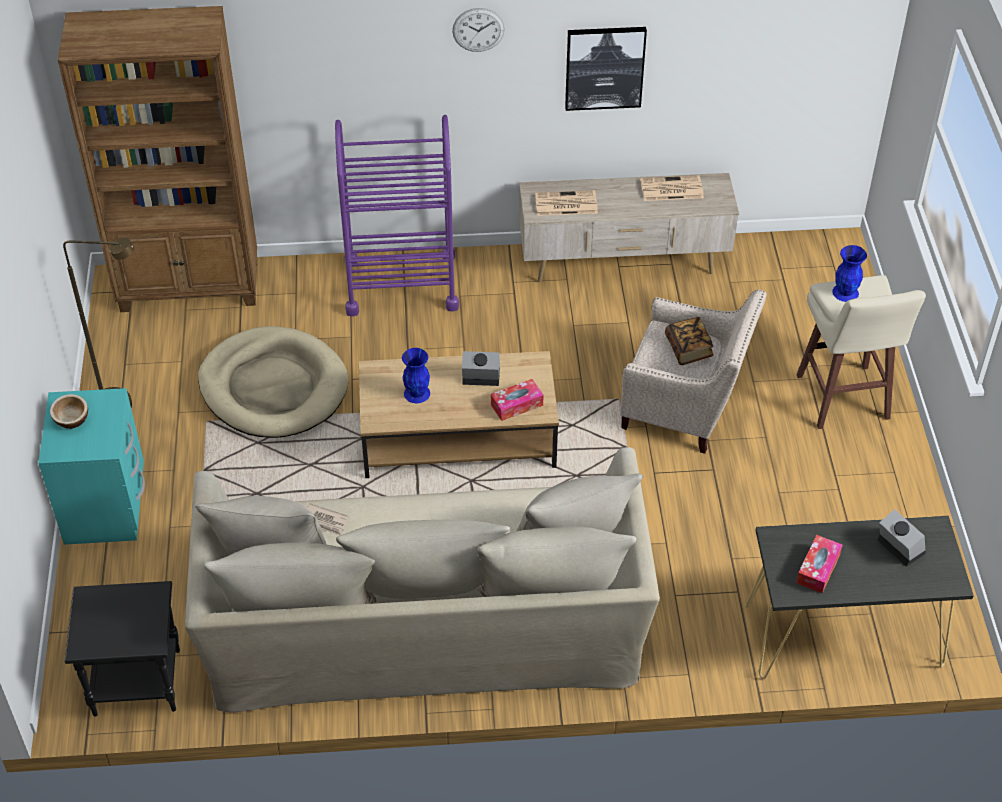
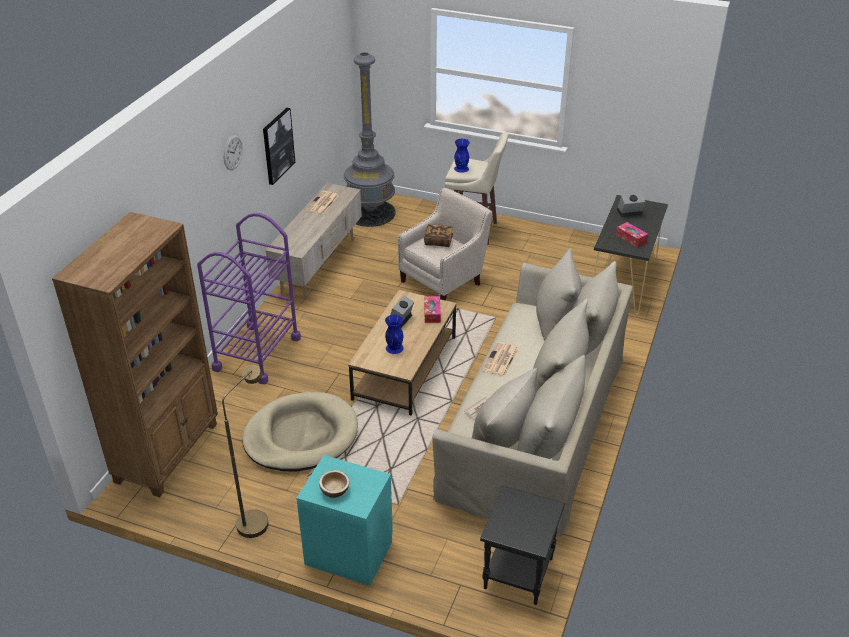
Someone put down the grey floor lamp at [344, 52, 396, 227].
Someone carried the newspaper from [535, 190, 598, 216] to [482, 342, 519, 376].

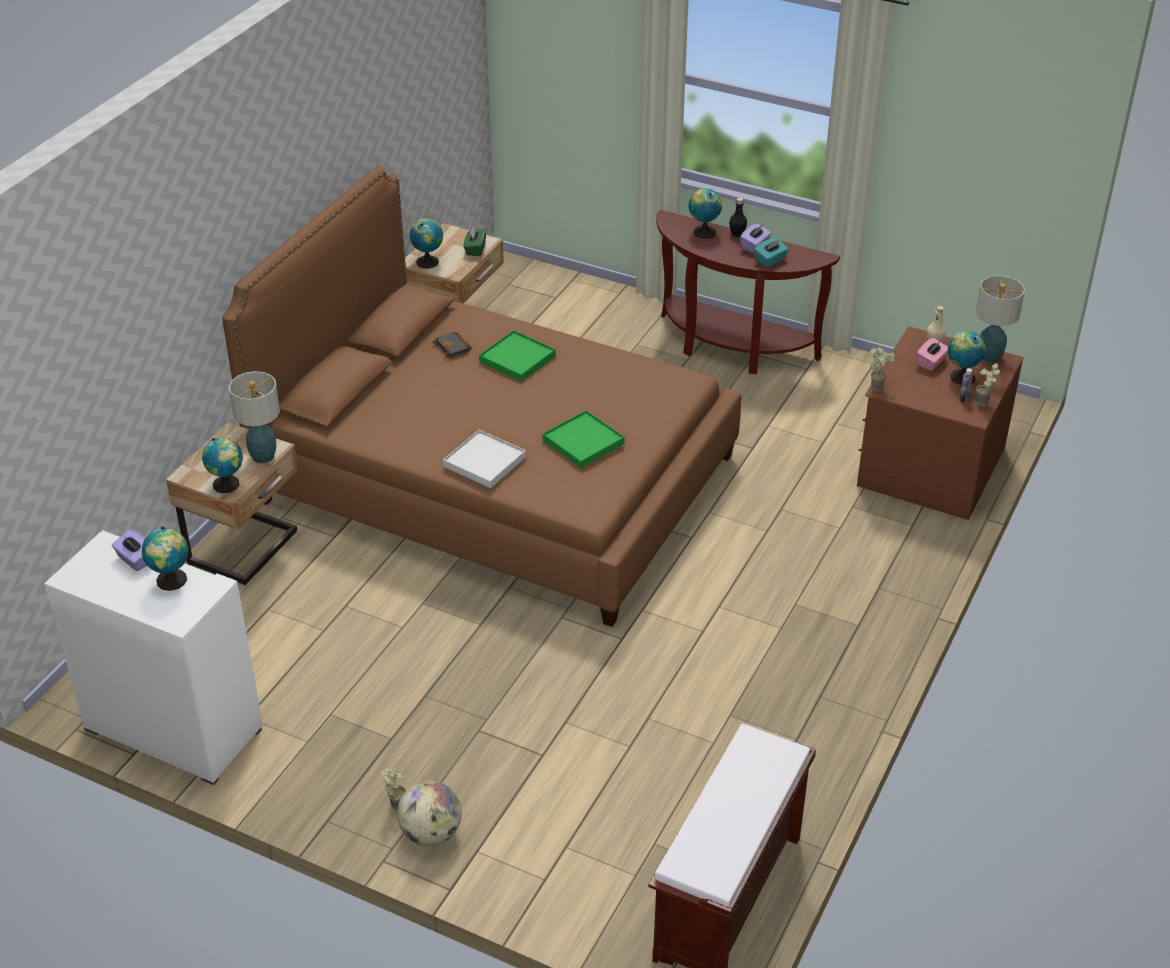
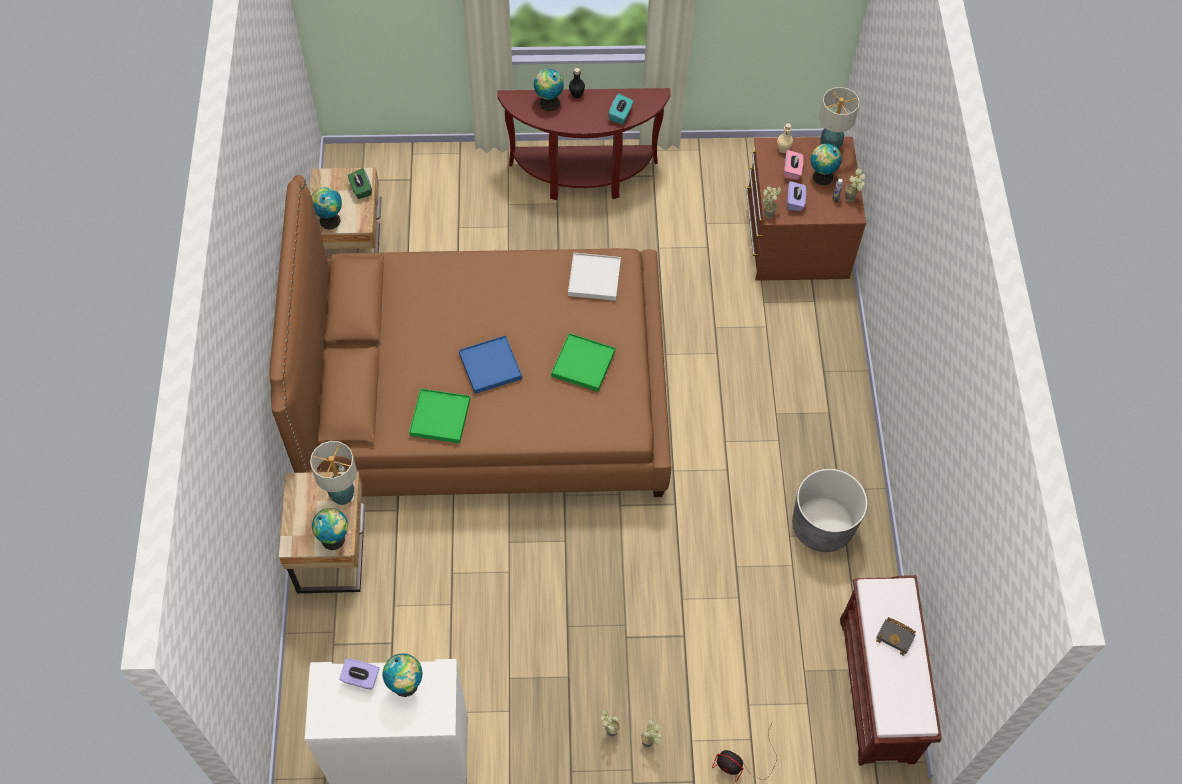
Someone carried the green tray from [479, 330, 556, 382] to [409, 388, 470, 443].
Someone put down the blue tray at [459, 335, 522, 394].
Someone carried the white tray from [443, 430, 526, 488] to [568, 253, 621, 301].
Someone swapped the globe at [397, 781, 462, 846] for the potted plant at [641, 719, 661, 747].
Someone put down the fan at [712, 722, 777, 782].
Someone carried the purple tissue box from [740, 223, 771, 253] to [787, 181, 806, 211].
Someone put down the grey planter at [792, 469, 868, 552].
Someone carried the black book from [433, 332, 472, 358] to [876, 617, 916, 656].

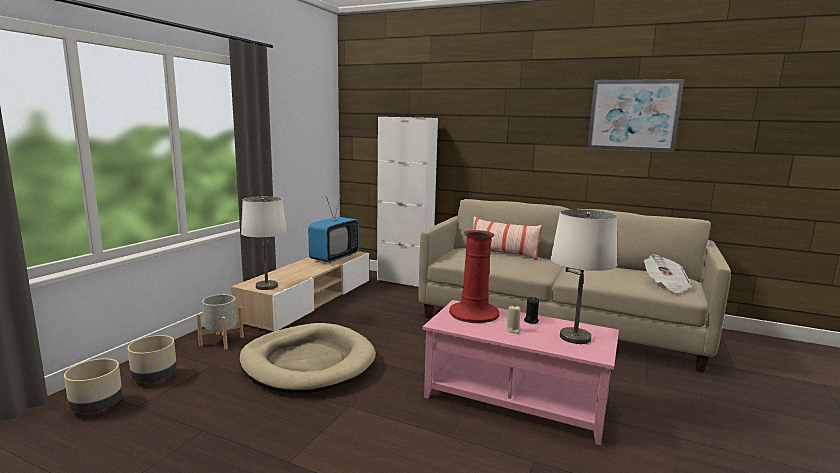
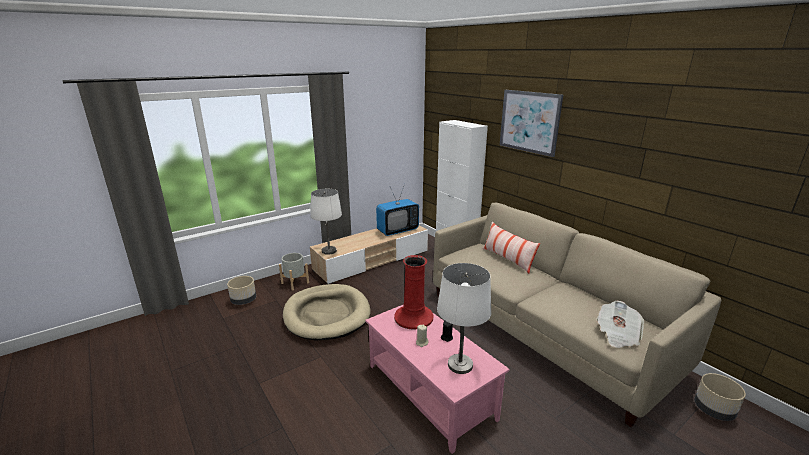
Someone carried the picture from [587, 79, 684, 152] to [500, 90, 563, 157].
Someone carried the beige planter from [64, 358, 123, 413] to [694, 373, 746, 421].

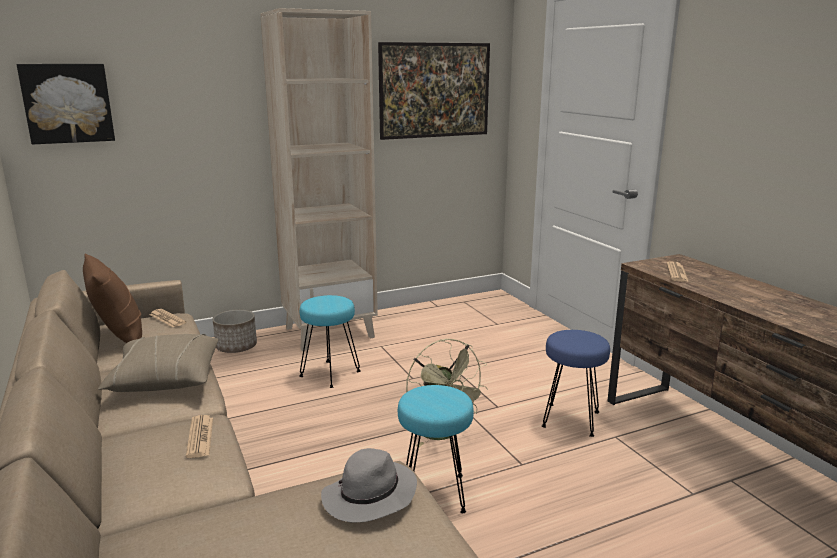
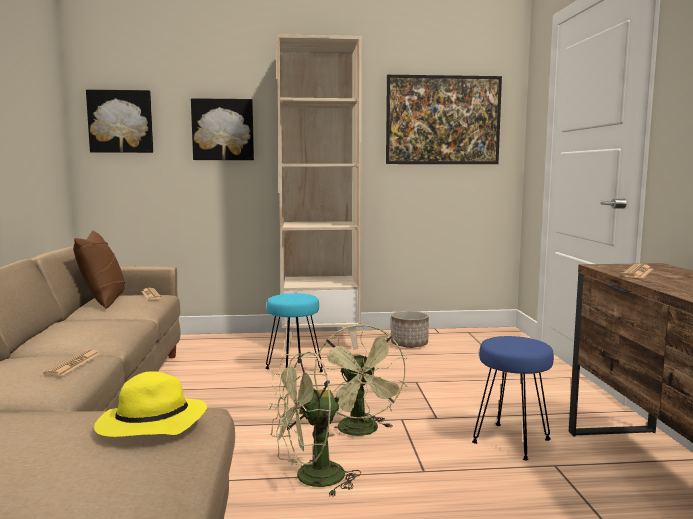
Someone repainted the grey hat at [321, 448, 417, 523], which became the yellow hat at [94, 371, 207, 437].
Someone put up the picture at [191, 98, 254, 160].
Someone swapped the turquoise stool at [398, 385, 474, 513] for the green fan at [268, 351, 361, 497].
Someone carried the planter from [213, 310, 257, 353] to [391, 311, 429, 348].
Someone took away the beige pillow at [98, 334, 218, 392].

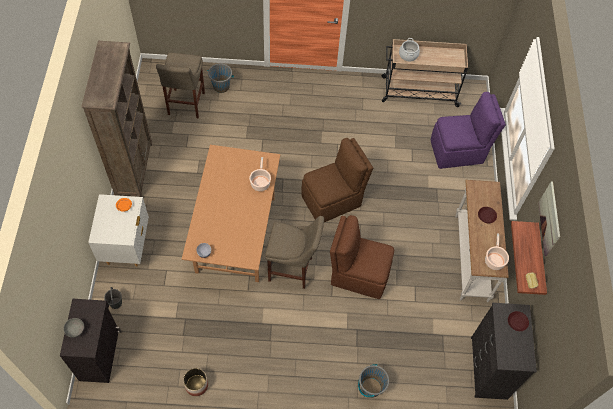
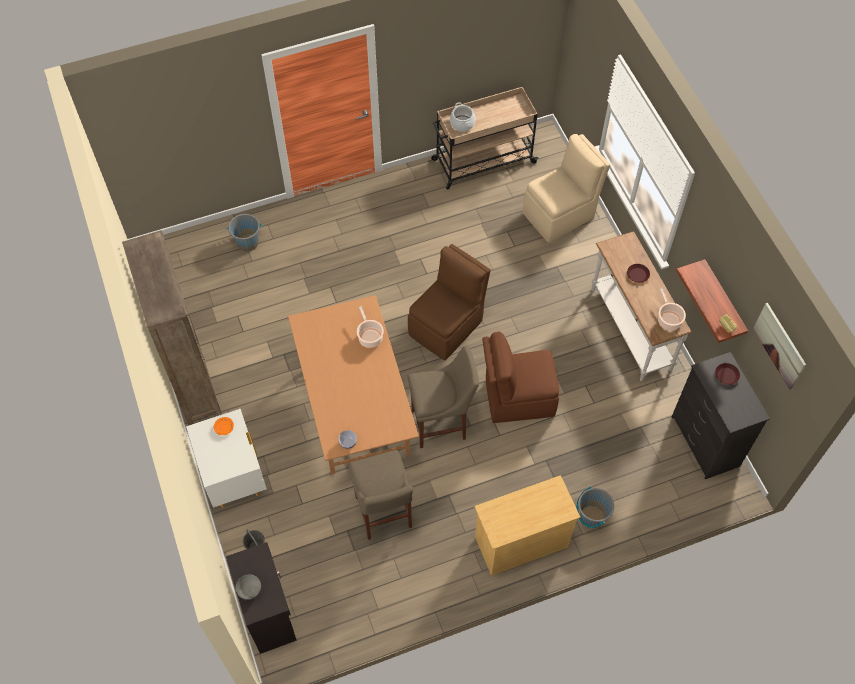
Someone carried the beige stool from [156, 53, 205, 119] to [349, 450, 413, 540].
Someone put down the beige dresser at [474, 475, 580, 576].
Someone repainted the purple chair at [431, 92, 506, 169], which became the beige chair at [523, 134, 610, 242].
Someone carried the picture from [538, 182, 560, 256] to [753, 303, 806, 389].
Someone took away the planter at [183, 368, 208, 396].

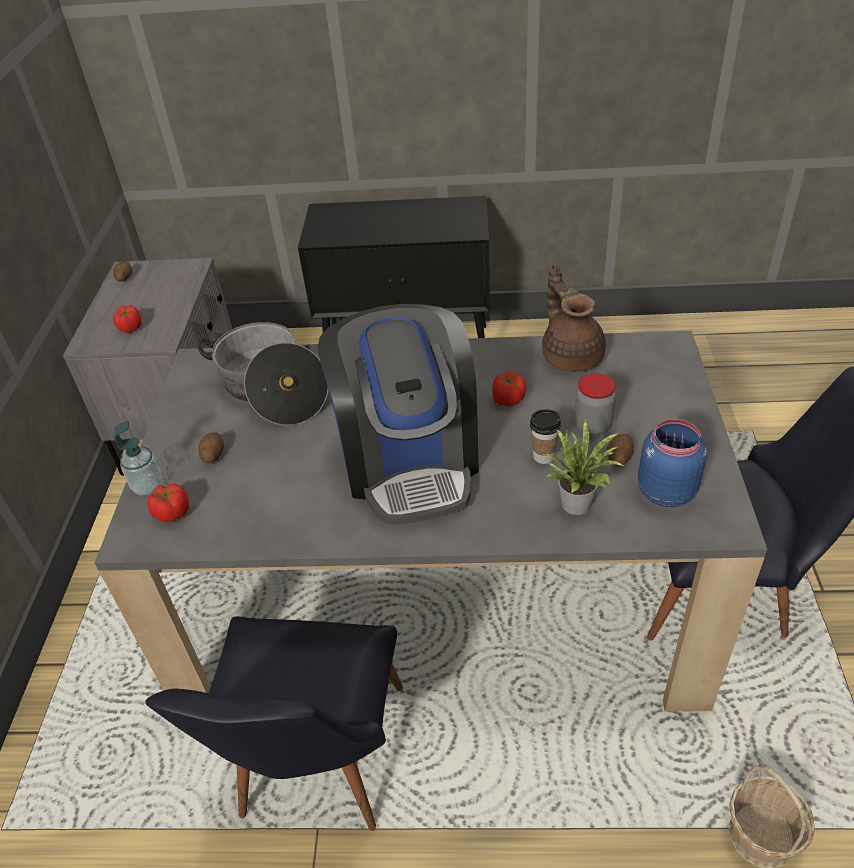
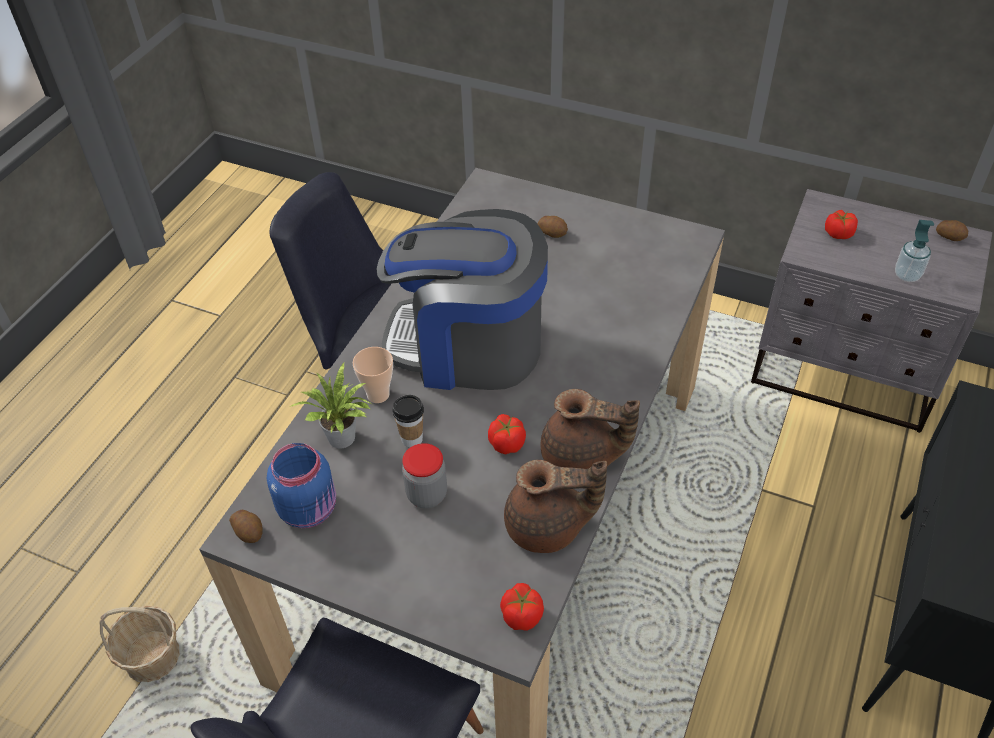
Someone carried the potato from [607, 434, 634, 466] to [229, 510, 263, 543].
Someone put down the cup at [353, 347, 393, 403].
Someone carried the tomato from [147, 484, 189, 522] to [500, 583, 544, 631].
Someone put down the brown teapot at [541, 389, 640, 469].
Someone carried the soap dispenser from [114, 420, 163, 495] to [895, 220, 934, 282].
Someone took away the cooking pot at [198, 322, 328, 426].

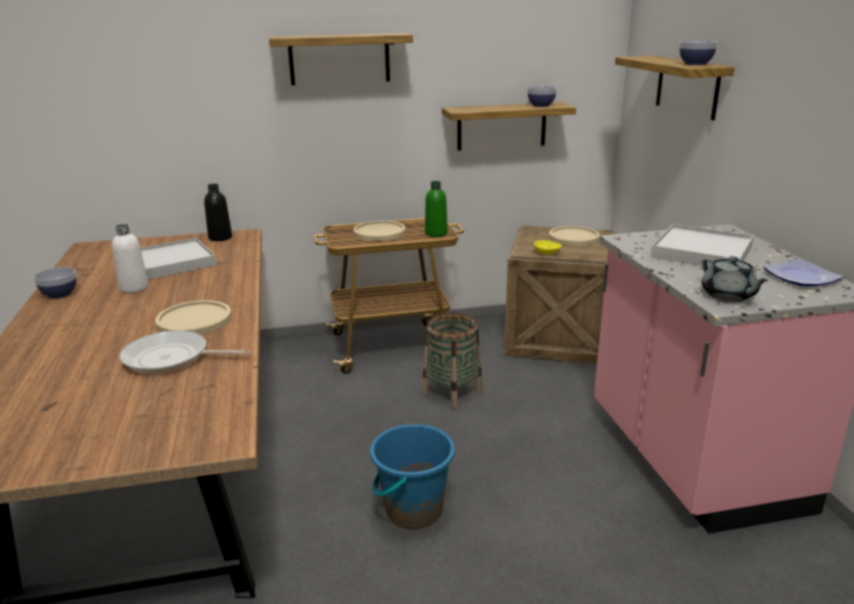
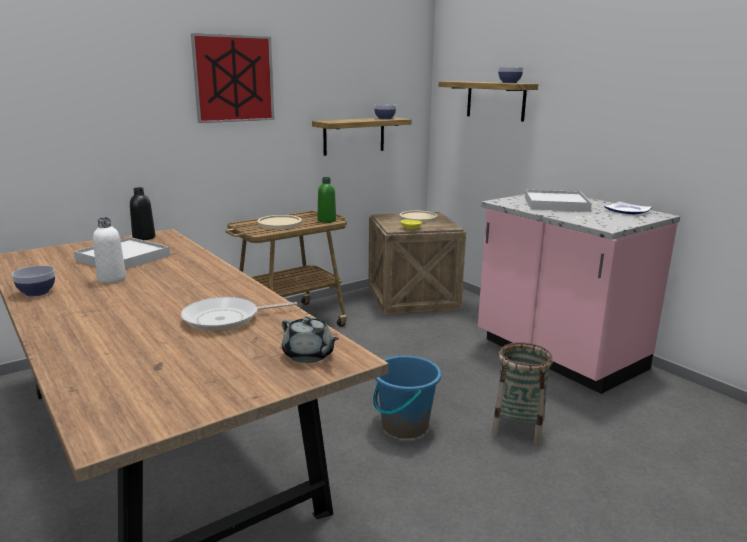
Someone swapped the shelf at [269, 33, 413, 85] for the picture at [191, 33, 274, 123].
Someone carried the grey teapot from [702, 256, 769, 302] to [282, 316, 339, 363].
Someone carried the basket from [422, 313, 482, 409] to [492, 342, 553, 444].
Someone took away the beige plate at [155, 300, 232, 335].

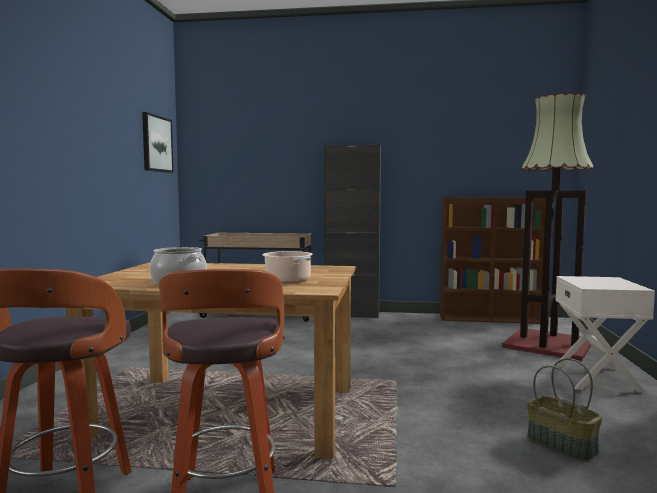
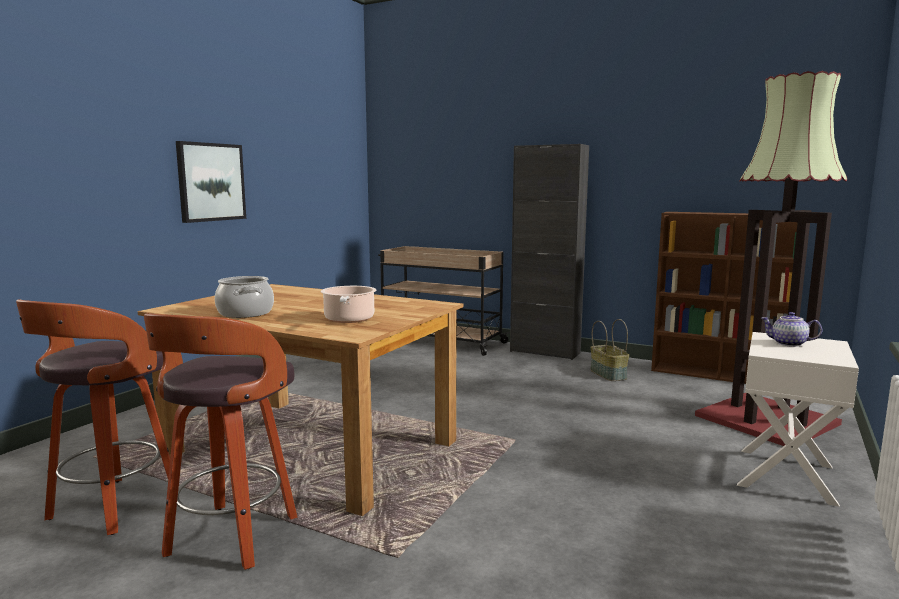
Someone carried the picture from [142, 112, 174, 173] to [176, 141, 246, 223].
Someone carried the basket from [527, 358, 602, 461] to [590, 319, 629, 381].
Someone put down the teapot at [761, 312, 822, 347].

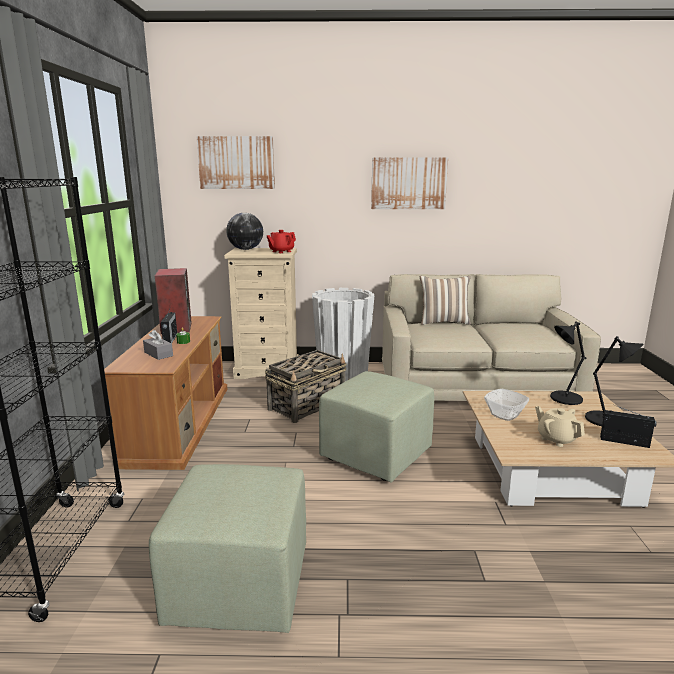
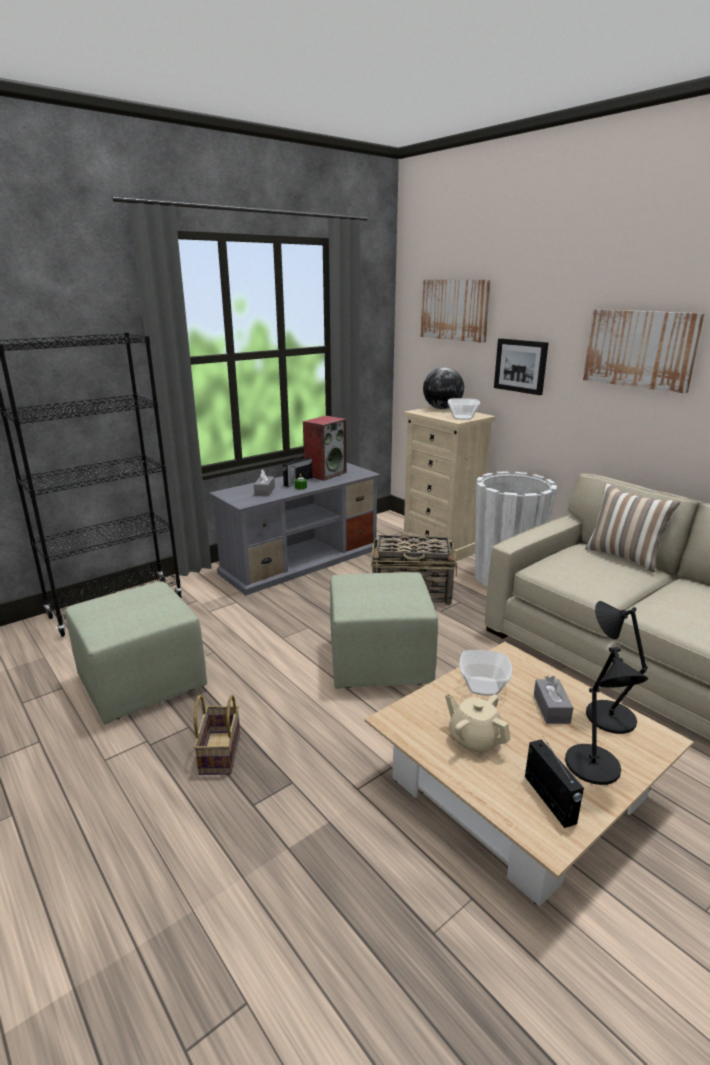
Someone put down the basket at [194, 695, 240, 775].
Someone repainted the brown tv stand at [104, 316, 227, 470], which became the grey tv stand at [209, 462, 380, 595].
Someone rotated the beige teapot at [535, 406, 585, 447] by 60 degrees counterclockwise.
Someone swapped the red teapot at [267, 230, 296, 253] for the bowl at [448, 398, 480, 420].
Someone put up the picture at [494, 338, 548, 395].
Someone put down the grey tissue box at [534, 676, 573, 724].

